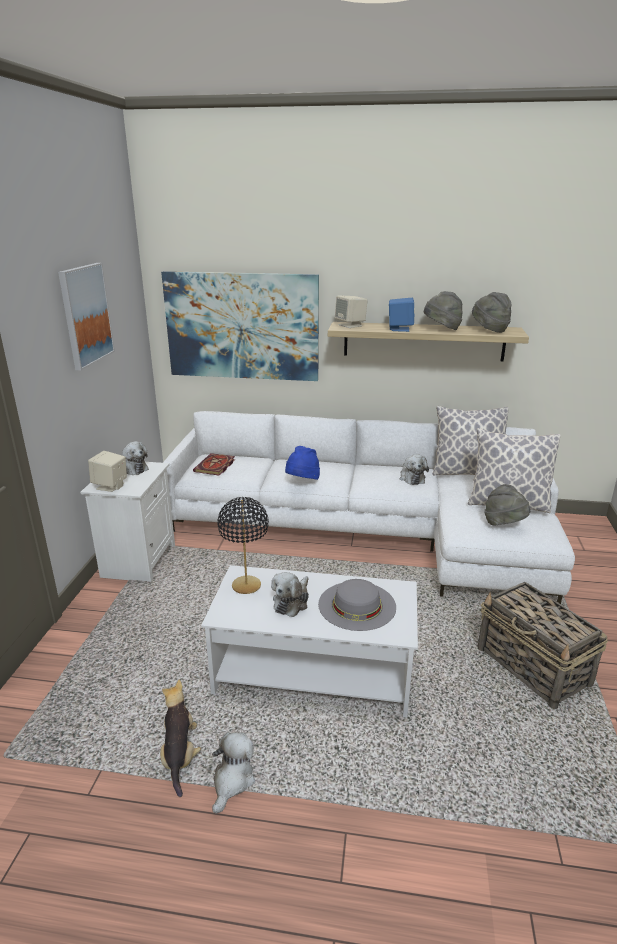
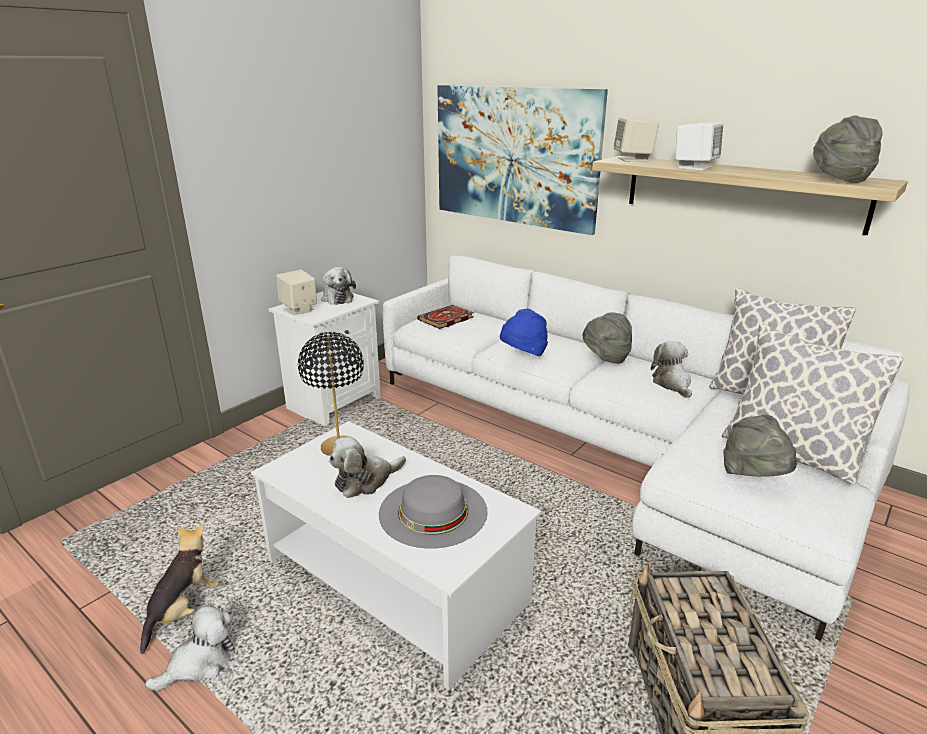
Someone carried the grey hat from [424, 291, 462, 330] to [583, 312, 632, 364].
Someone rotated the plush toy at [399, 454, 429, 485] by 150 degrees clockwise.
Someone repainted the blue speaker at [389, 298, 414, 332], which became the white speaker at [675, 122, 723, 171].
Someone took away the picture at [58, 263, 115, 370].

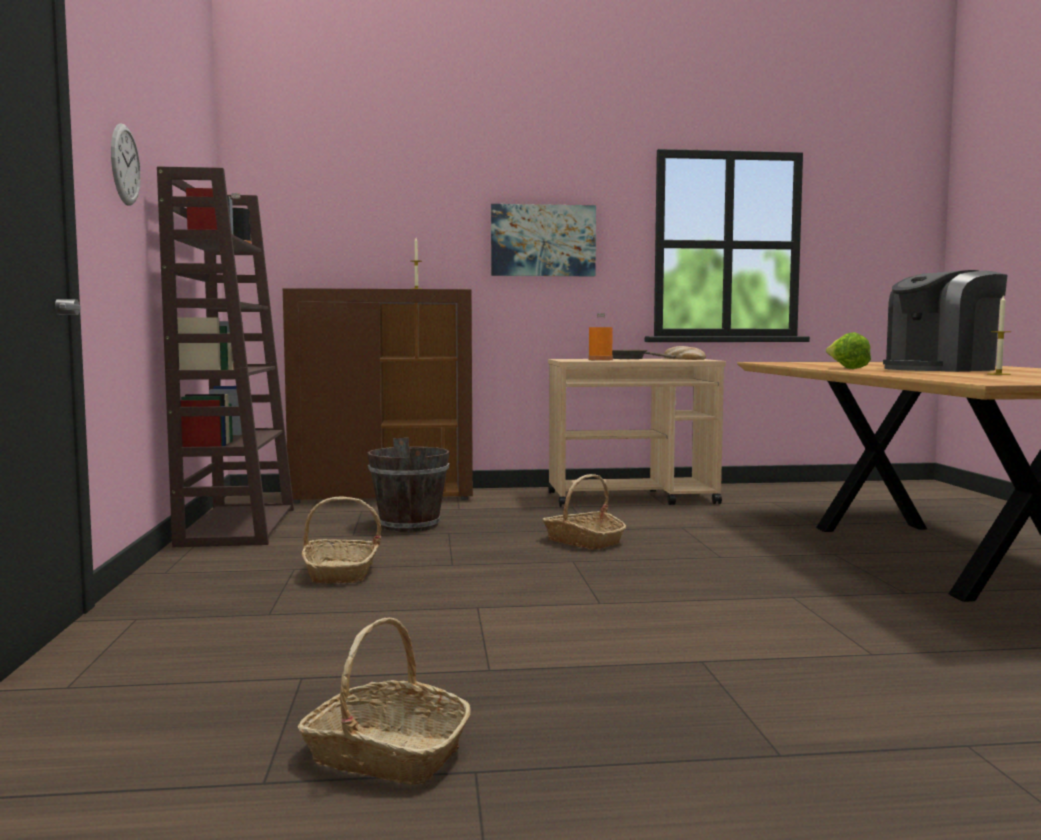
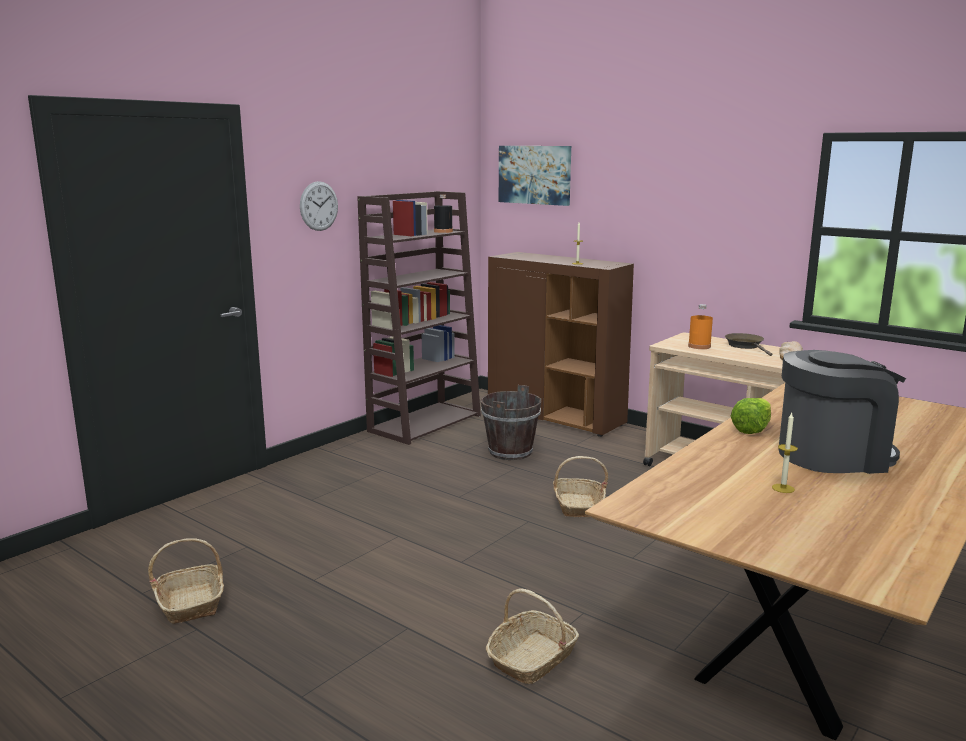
Someone carried the basket from [302, 497, 382, 583] to [486, 589, 579, 684].
Someone carried the picture from [491, 204, 596, 276] to [499, 146, 571, 206].
Someone rotated the coffee machine at [883, 270, 1007, 372] by 150 degrees clockwise.

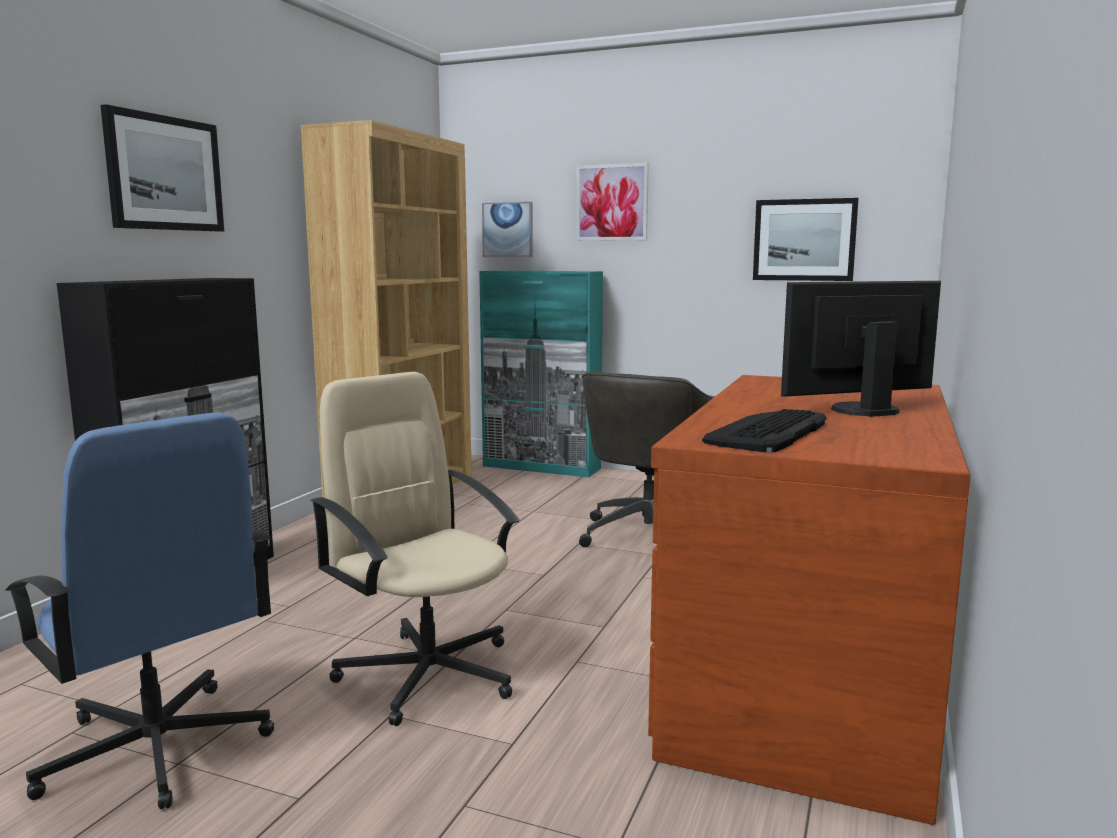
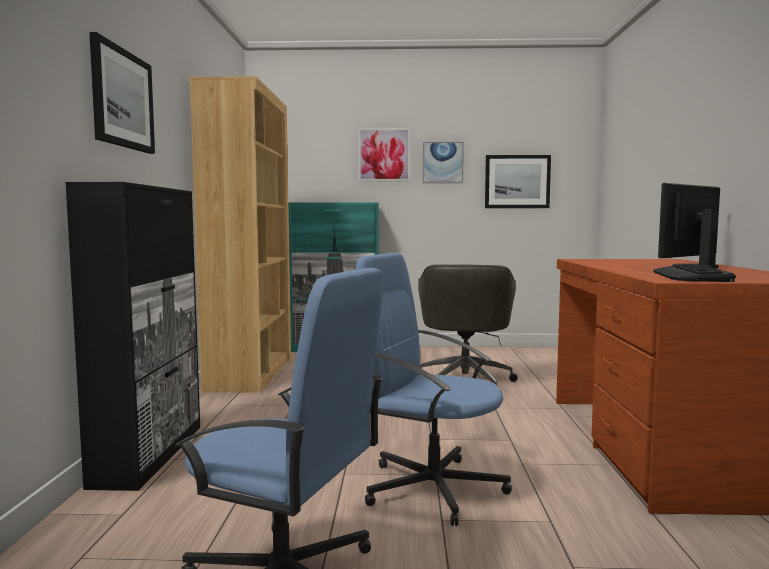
Someone repainted the beige office chair at [310, 372, 520, 726], which became the blue office chair at [356, 253, 512, 526].
Someone carried the picture from [482, 202, 533, 257] to [423, 142, 464, 183].

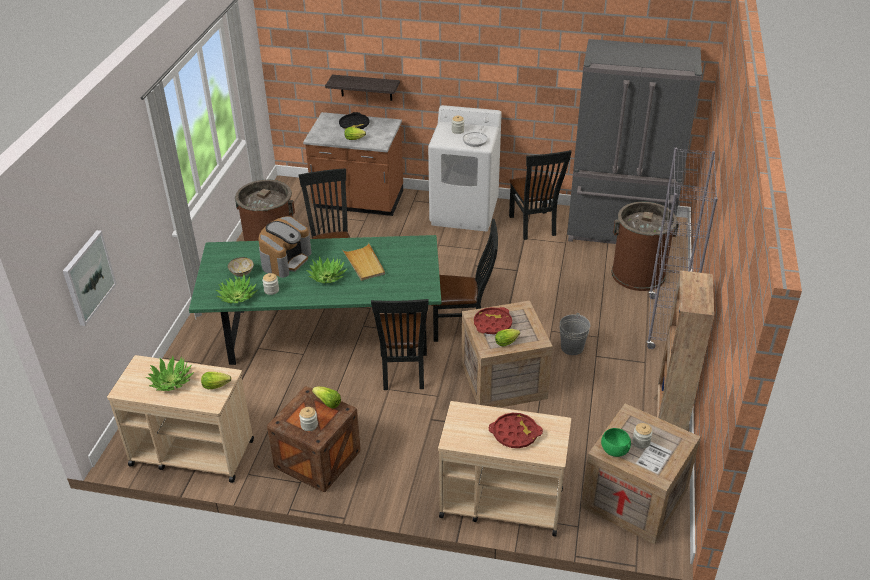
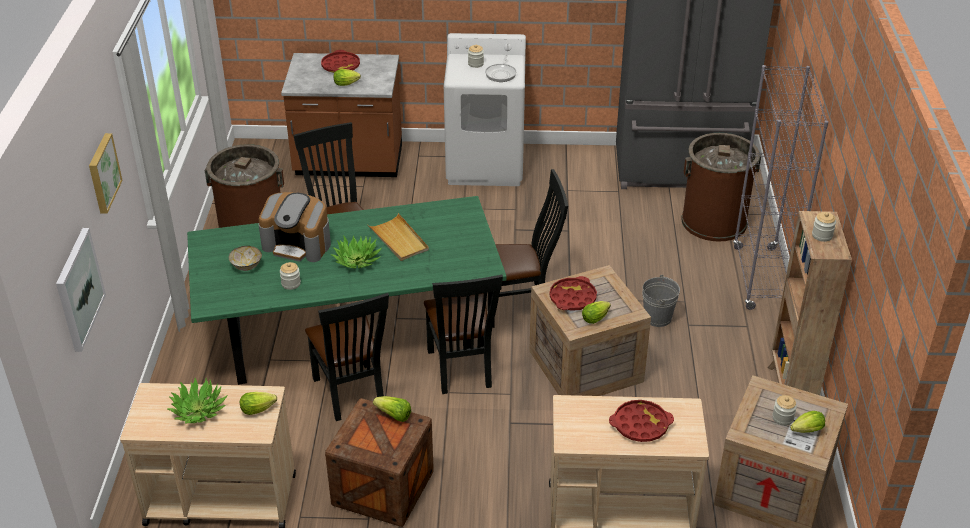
Someone put up the picture at [89, 133, 123, 214].
Someone rotated the coffee machine at [258, 216, 312, 278] by 90 degrees clockwise.
Someone carried the black chair from [509, 150, 572, 240] to [305, 293, 389, 421].
Someone repainted the black tray at [339, 112, 370, 129], which became the red tray at [321, 50, 360, 73].
Someone put down the lettuce at [790, 411, 825, 433].
Someone carried the jar from [299, 407, 318, 431] to [812, 212, 836, 242].
Someone took away the potted plant at [216, 274, 257, 303].
Someone took away the shelf at [325, 75, 400, 101].
Someone took away the green bowl at [601, 428, 631, 457].

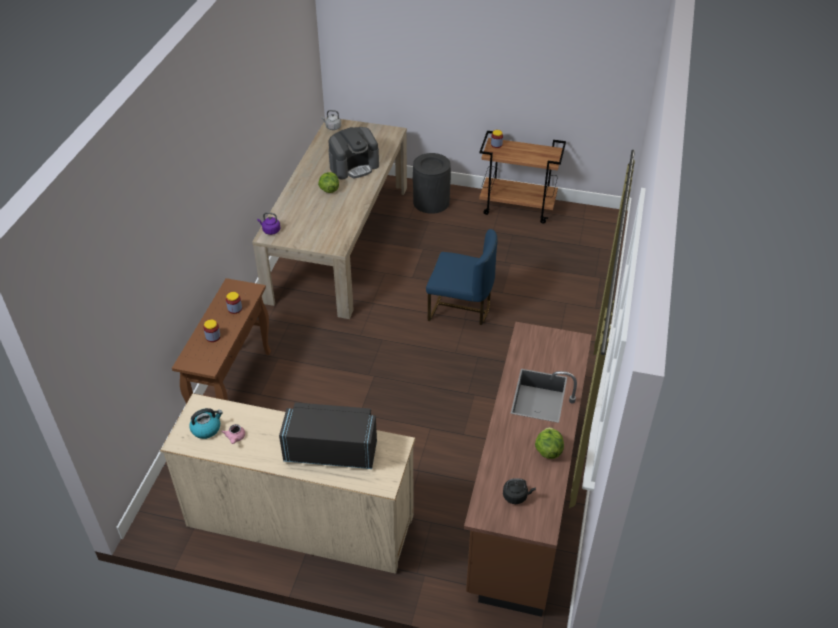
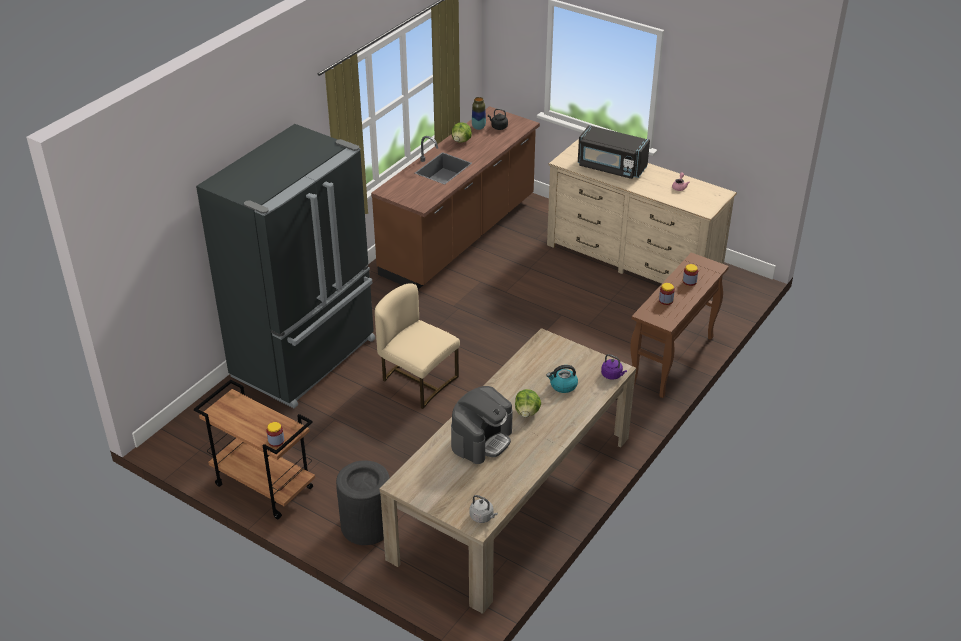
Someone put down the black fridge at [196, 124, 375, 408].
Someone repainted the blue chair at [426, 229, 497, 325], which became the beige chair at [375, 283, 460, 409].
Someone rotated the coffee machine at [329, 127, 379, 180] by 135 degrees clockwise.
Someone put down the vase at [472, 97, 486, 130].
Someone carried the kettle from [189, 408, 223, 439] to [547, 365, 578, 393].

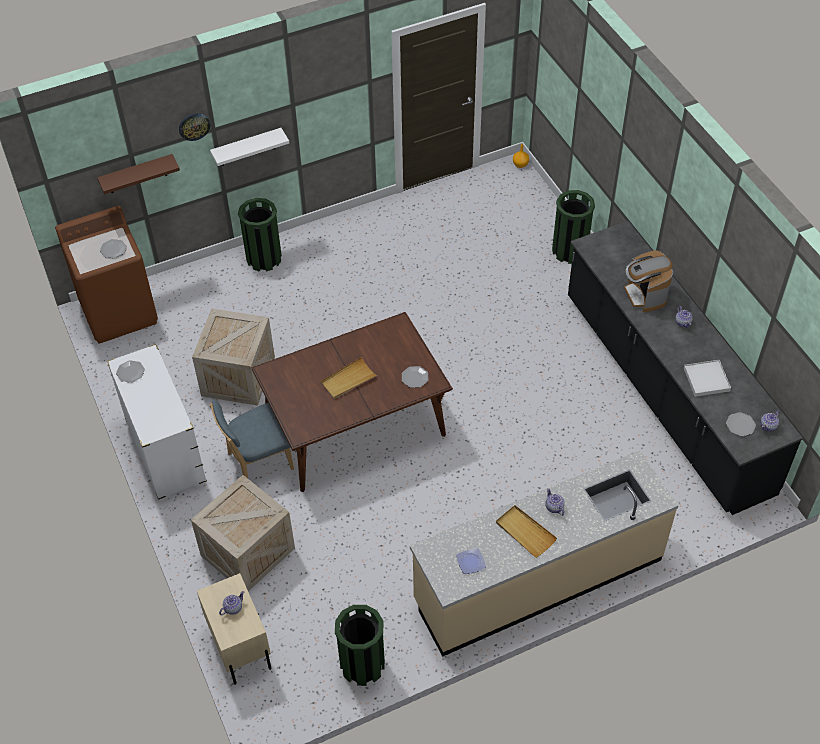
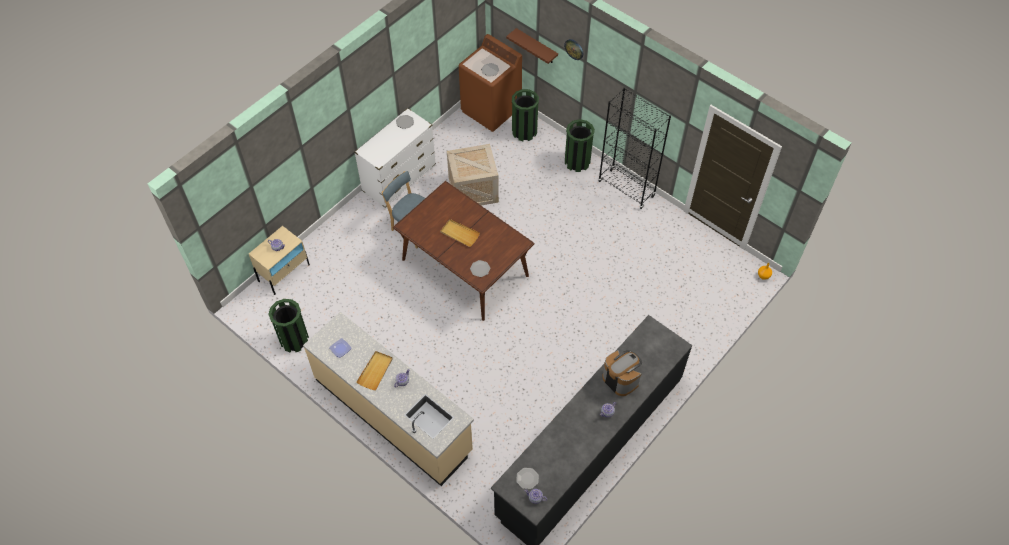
Someone carried the green trash can from [552, 190, 595, 264] to [512, 89, 539, 141].
Someone put down the black bookcase at [598, 88, 671, 209].
Someone rotated the coffee machine at [624, 250, 673, 312] by 90 degrees clockwise.
Someone took away the crate at [191, 475, 295, 591].
Someone took away the white shelf at [210, 128, 289, 166].
Someone took away the white tray at [684, 360, 731, 397].

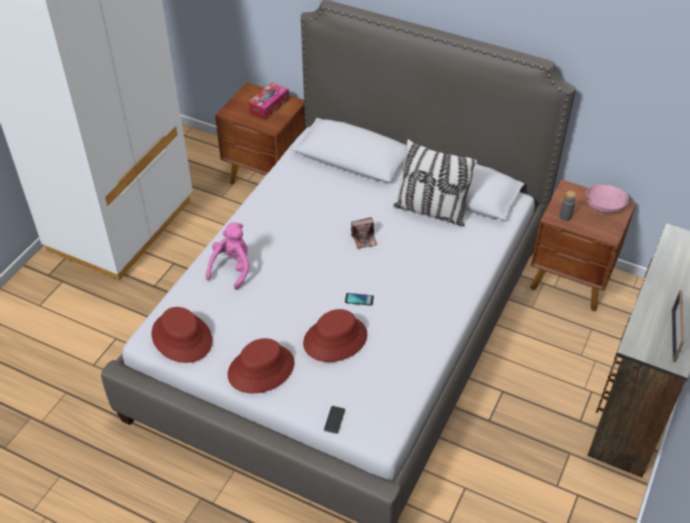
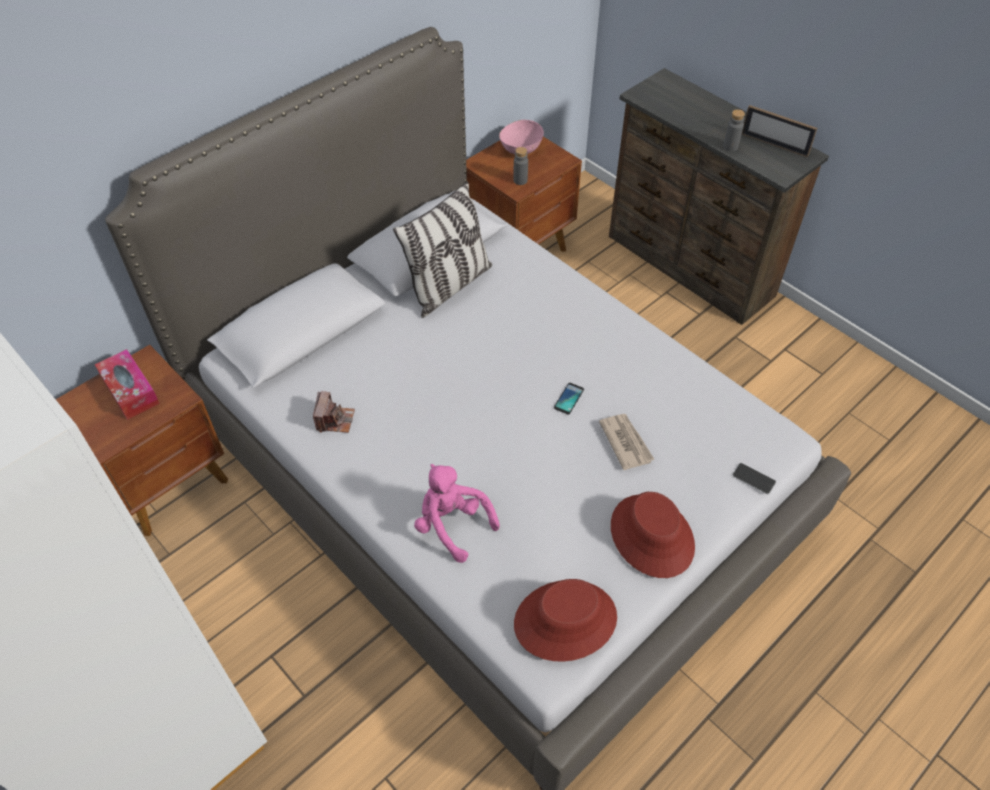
Someone carried the photo camera from [351, 217, 377, 249] to [313, 391, 355, 433].
Someone swapped the red hat at [303, 309, 368, 362] for the newspaper at [599, 414, 655, 470].
Someone put down the grey bottle at [723, 109, 745, 151].

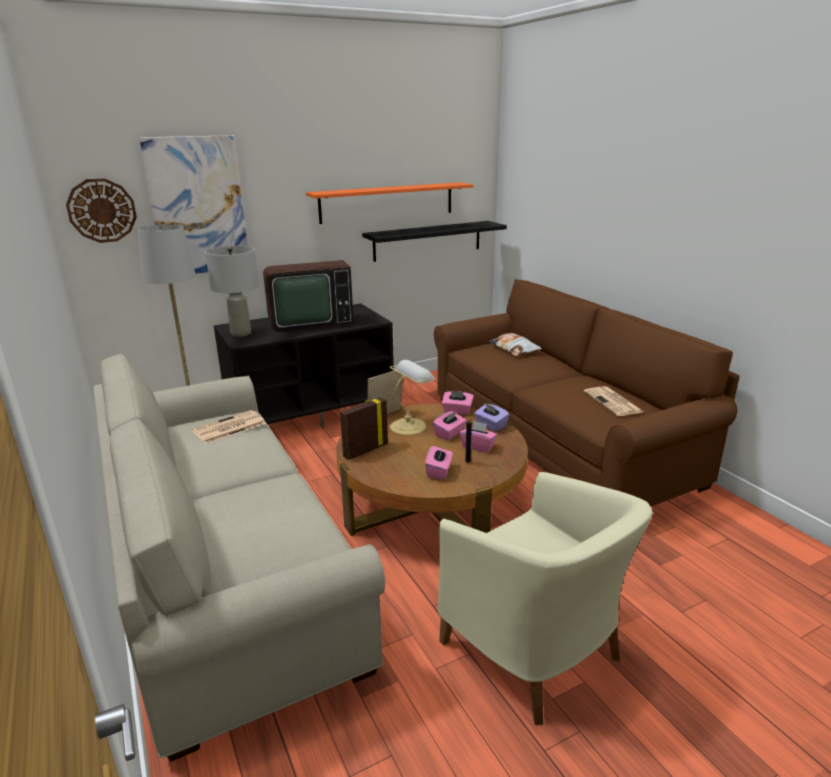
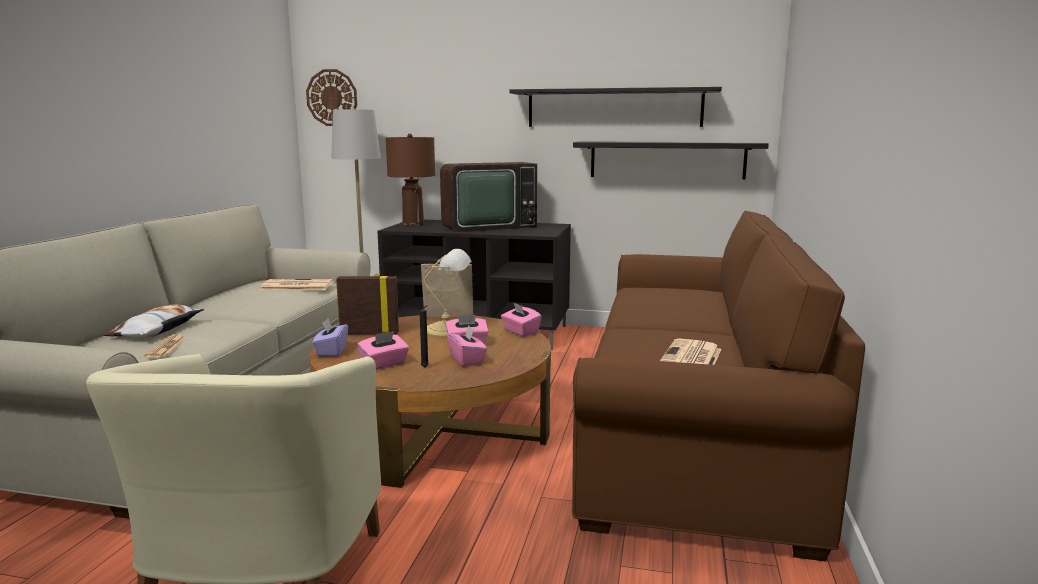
Someone carried the pillow from [488, 333, 542, 356] to [103, 305, 205, 338].
Someone put down the newspaper at [144, 335, 186, 358].
Someone carried the purple tissue box from [474, 403, 510, 432] to [313, 318, 348, 357].
Someone repainted the grey table lamp at [205, 246, 259, 337], which became the brown table lamp at [386, 134, 435, 226].
Someone rotated the television at [263, 260, 354, 332] by 45 degrees counterclockwise.
Someone repainted the orange shelf at [306, 182, 473, 224], which became the black shelf at [510, 87, 722, 127].
Someone took away the picture at [139, 135, 248, 274].

